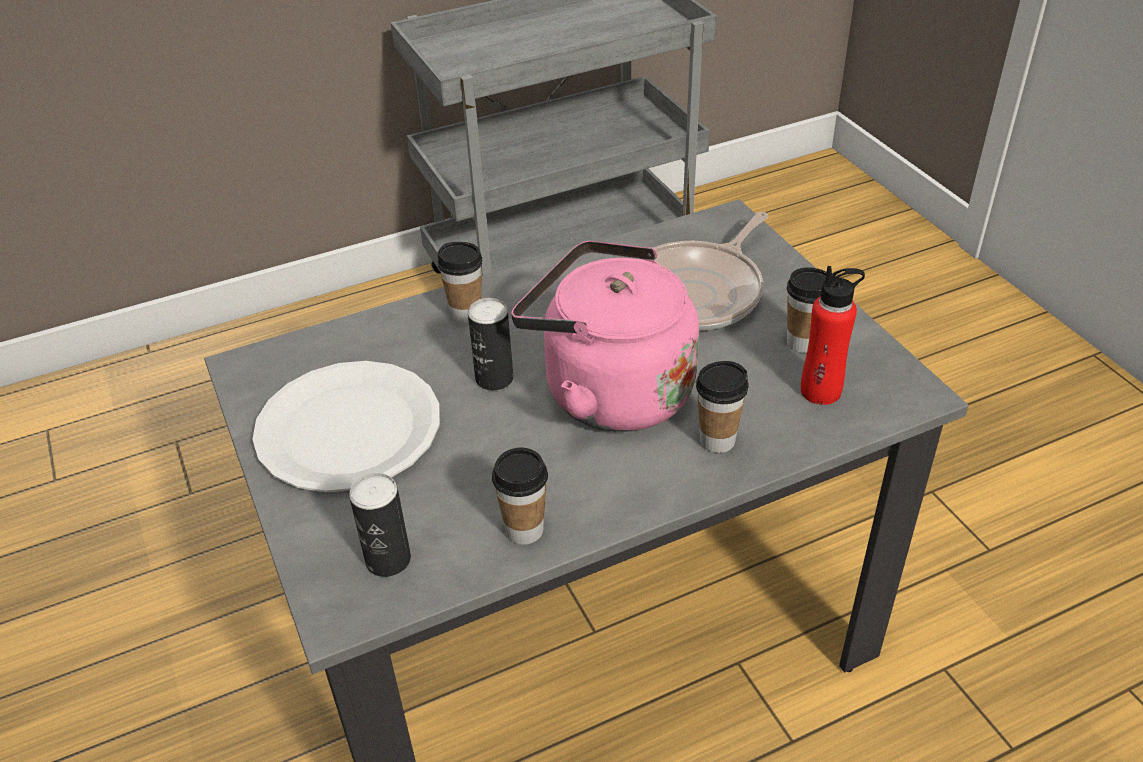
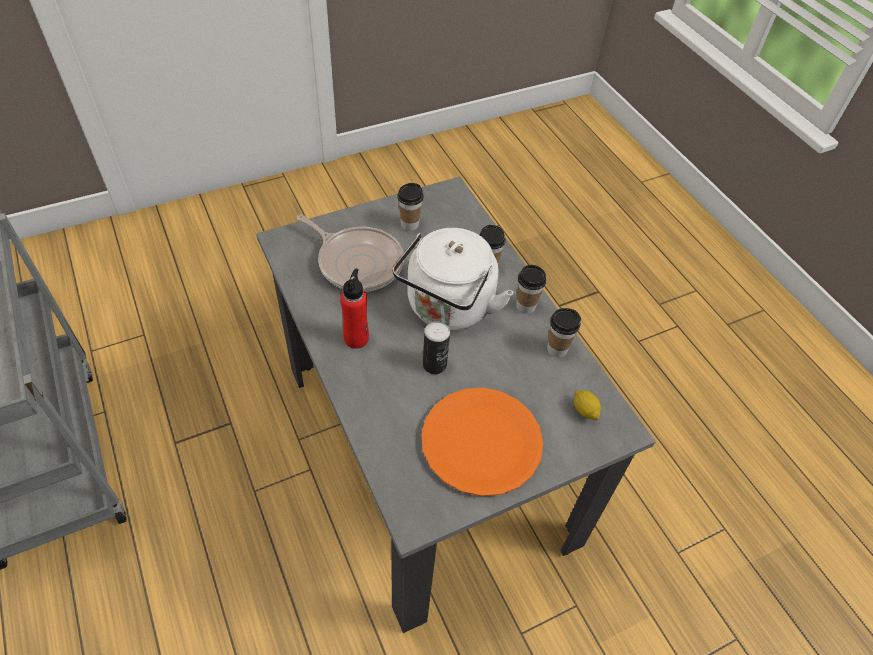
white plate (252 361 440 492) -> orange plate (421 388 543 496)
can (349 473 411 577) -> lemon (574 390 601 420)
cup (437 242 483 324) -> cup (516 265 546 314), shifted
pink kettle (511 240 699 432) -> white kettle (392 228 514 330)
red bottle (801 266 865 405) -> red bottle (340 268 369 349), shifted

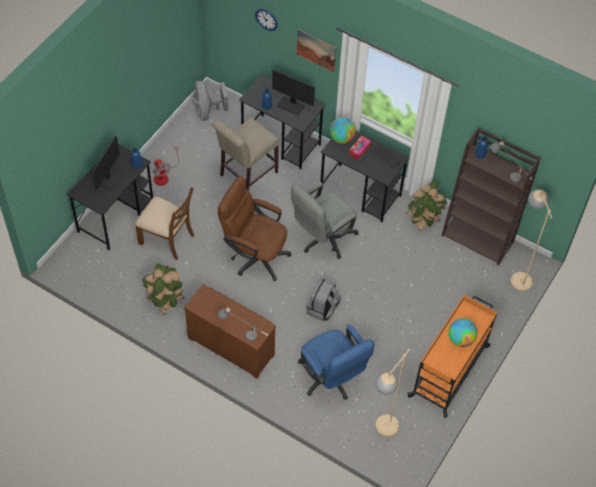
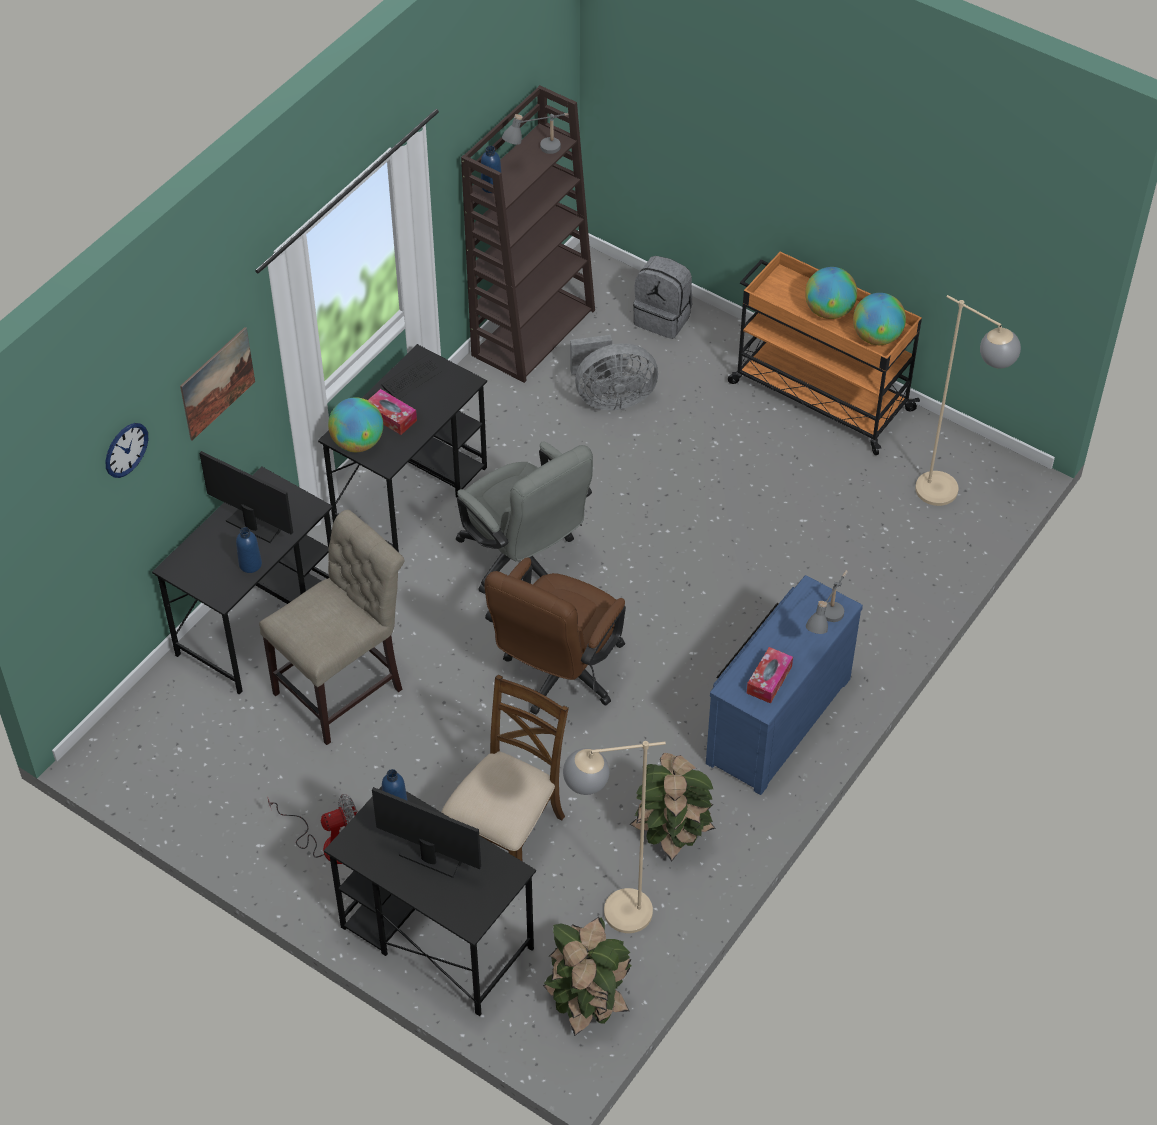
brown dresser (184 284 276 379) -> blue dresser (706 575 863 795)
grey fan (193 81 228 121) -> grey fan (570 335 658 410), shifted
beige chair (212 117 280 191) -> beige chair (259 510 404 745), 90 degrees counterclockwise
monitor (272 69 315 116) -> monitor (199 451 293 543), 90 degrees counterclockwise
blue office chair (298 324 374 400) -> none
grey backpack (306 278 341 321) -> grey backpack (633 256 692 339), shifted
potted plant (406 181 447 232) -> potted plant (543 917 631 1036), shifted
beige floor lamp (511 189 552 291) -> beige floor lamp (563 741 666 933), shifted
none -> tissue box (747 647 793 703)
none -> globe (853 293 906 345)

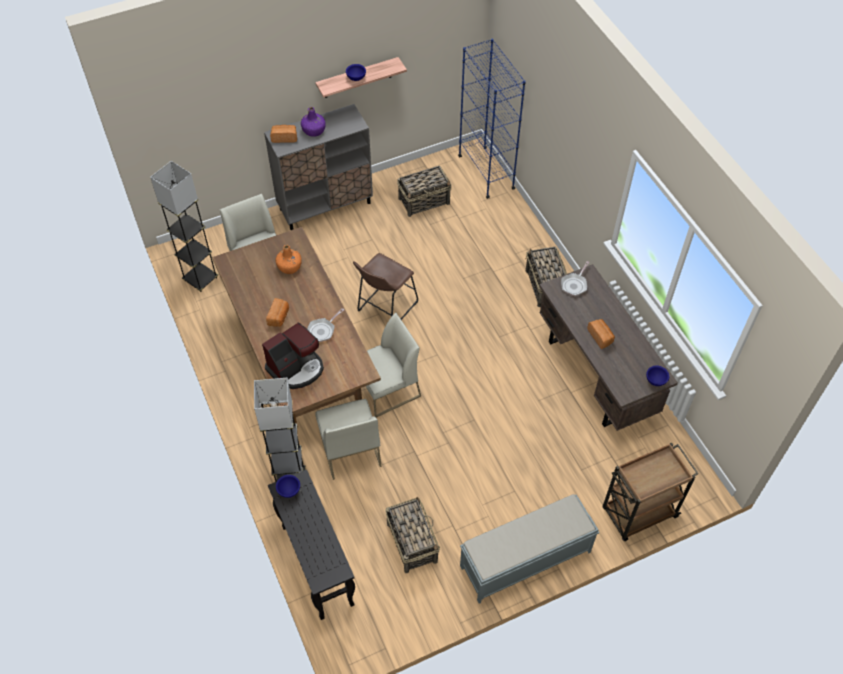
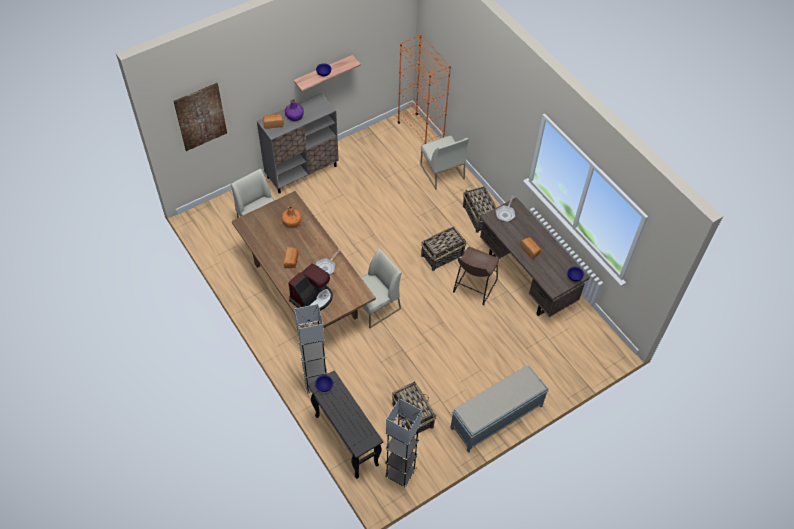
grey floor lamp (150 161 218 292) -> grey floor lamp (385 398 422 487), shifted
white chair (315 399 381 480) -> white chair (420 135 469 190), shifted
brown stool (353 253 418 320) -> brown stool (453 247 500 306), shifted
basket (397 166 451 217) -> basket (421 226 466 271), shifted
blue bookcase (458 38 526 199) -> orange bookcase (398 34 451 144)
brown cart (603 443 699 541) -> none
none -> picture (173 83 227 151)

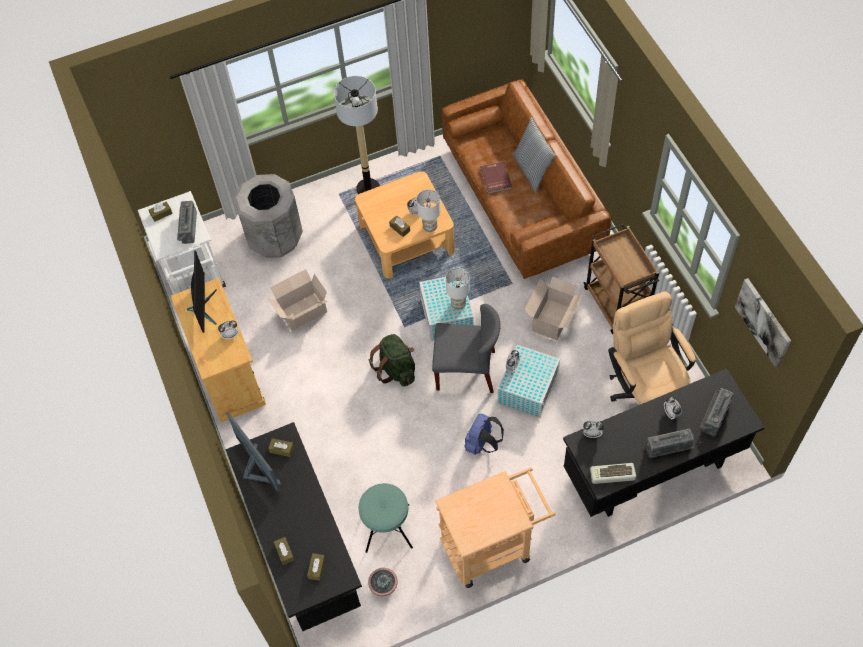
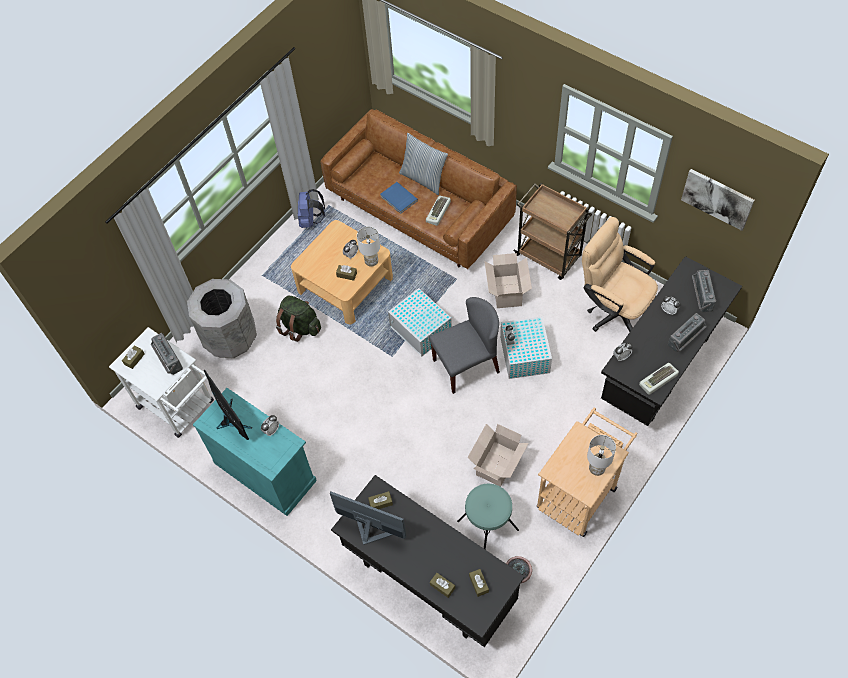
beige cabinet (171 278 266 423) -> turquoise cabinet (193 388 317 516)
cardboard box (269 269 328 331) -> cardboard box (467 424 528 487), shifted
floor lamp (334 76 380 194) -> none
green backpack (369 334 415 387) -> green backpack (276 295 321 342), shifted
white table lamp (446 268 470 310) -> white table lamp (587 435 616 476), shifted
blue backpack (464 414 504 455) -> blue backpack (298 189 325 228), shifted
red book (480 161 513 194) -> blue book (380 182 418 214)
none -> keyboard (426 196 451 226)

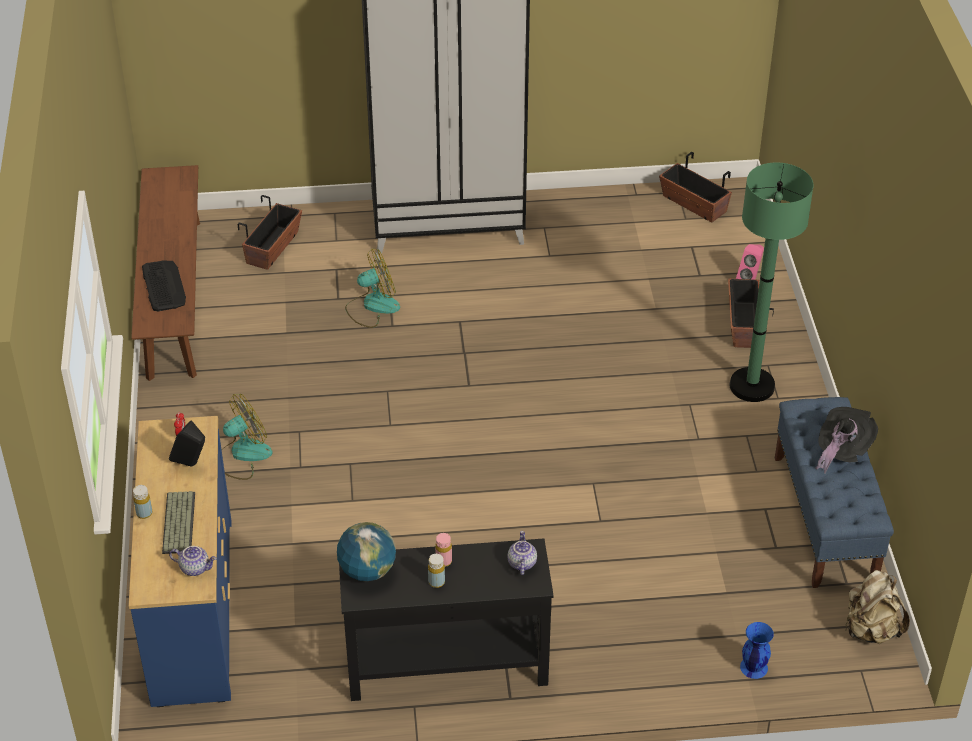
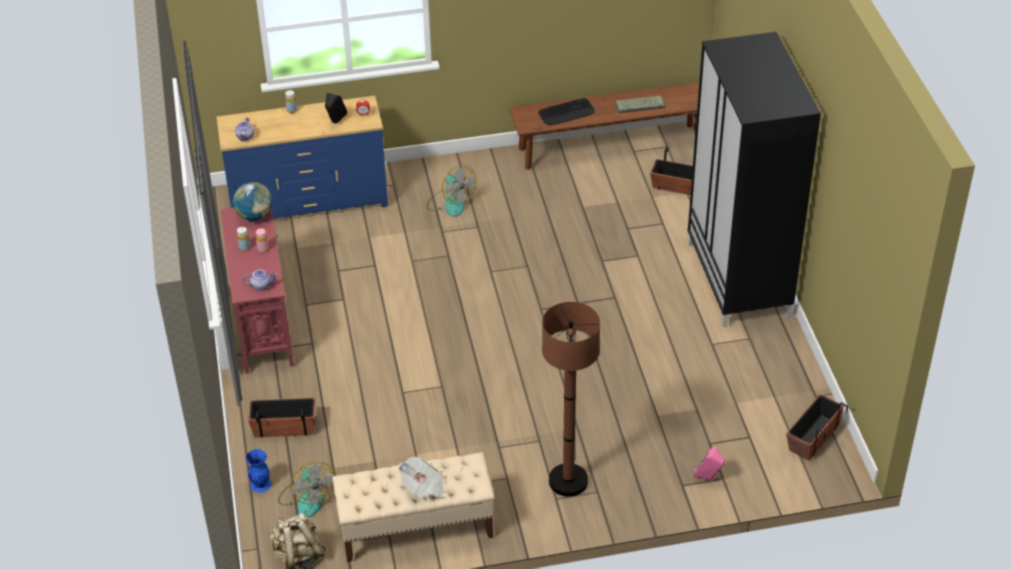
keyboard (162 491 195 554) -> keyboard (615 96 666 113), shifted
black console table (339 538 554 701) -> red console table (221 207 294 374)
fan (345 249 400 328) -> fan (278 462 336 518), shifted
planter (728 279 774 348) -> planter (248 398 316 437), shifted
green floor lamp (730 162 814 402) -> brown floor lamp (542 302 600 497)
blue bench (775 397 894 588) -> beige bench (332 452 495 562)
black hat (815 407 878 474) -> newspaper (398 457 445 498)

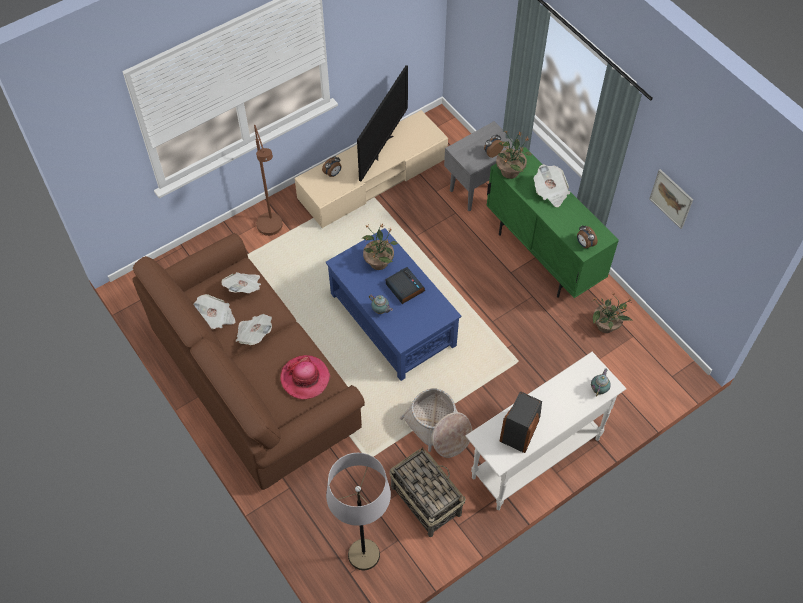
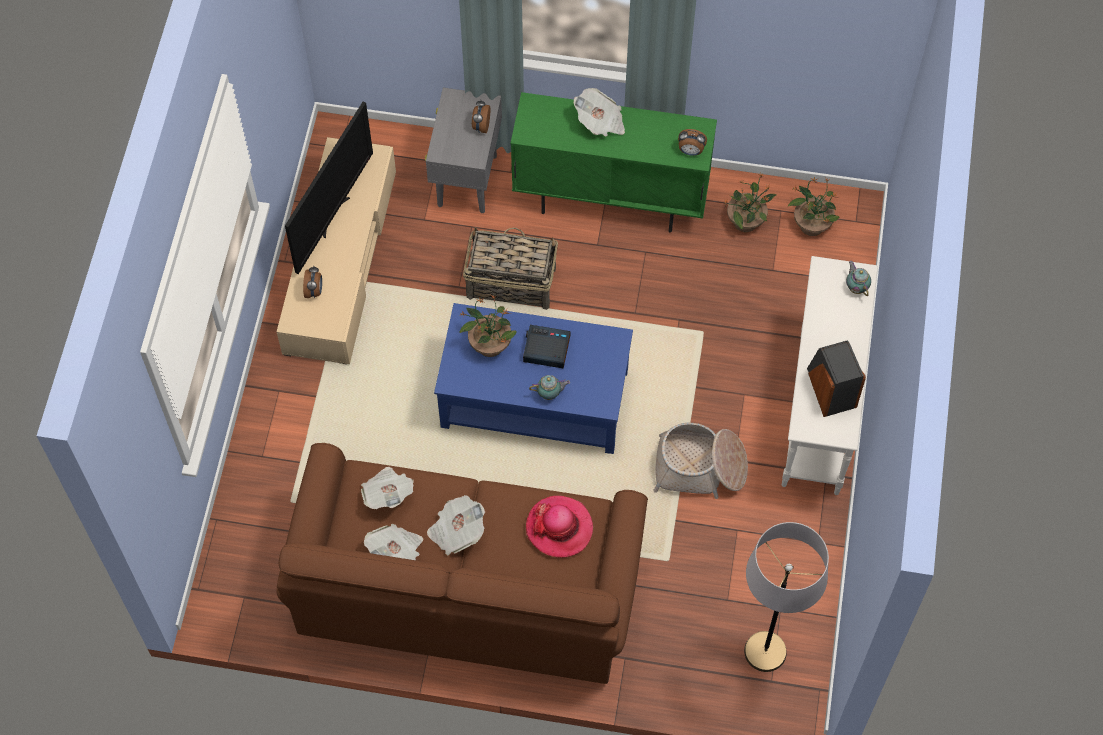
brown floor lamp (254 125 283 236) -> none
television (357 65 408 181) -> television (285 102 373 274), 45 degrees clockwise
basket (389 447 466 537) -> basket (463 227 558 310), shifted
potted plant (496 130 532 179) -> potted plant (788 177 840 236), shifted
picture (649 169 693 229) -> none

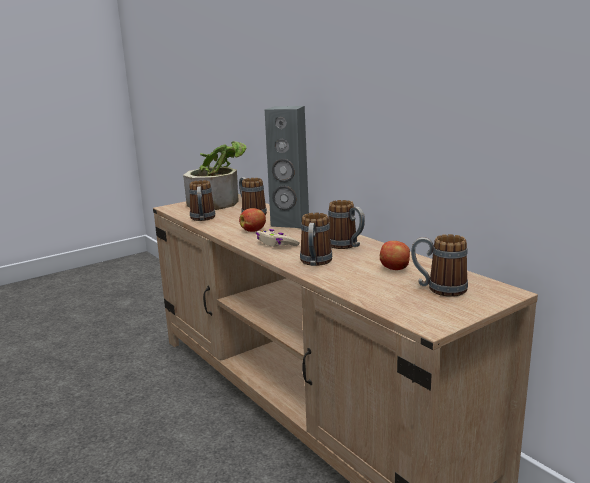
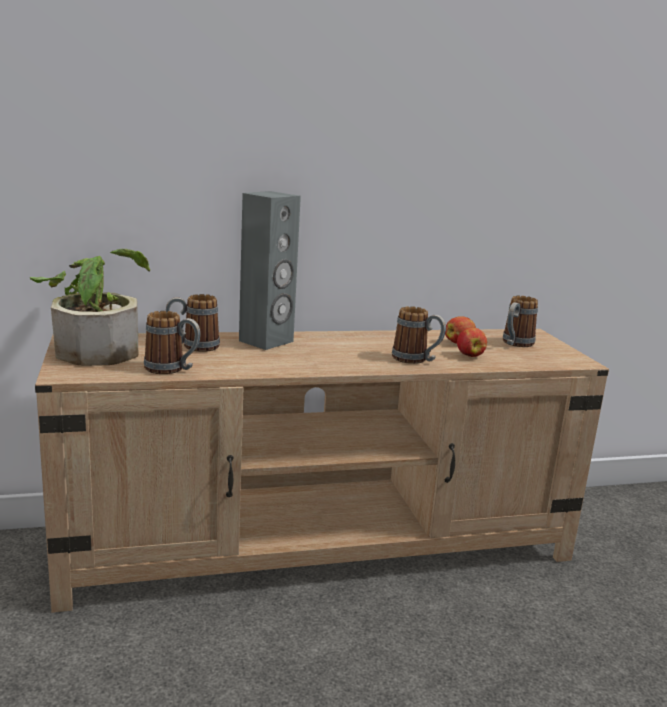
apple (239 208 266 232) -> apple (457 327 487 357), shifted
beige game controller (256 229 300 247) -> none
mug (328 200 365 249) -> none

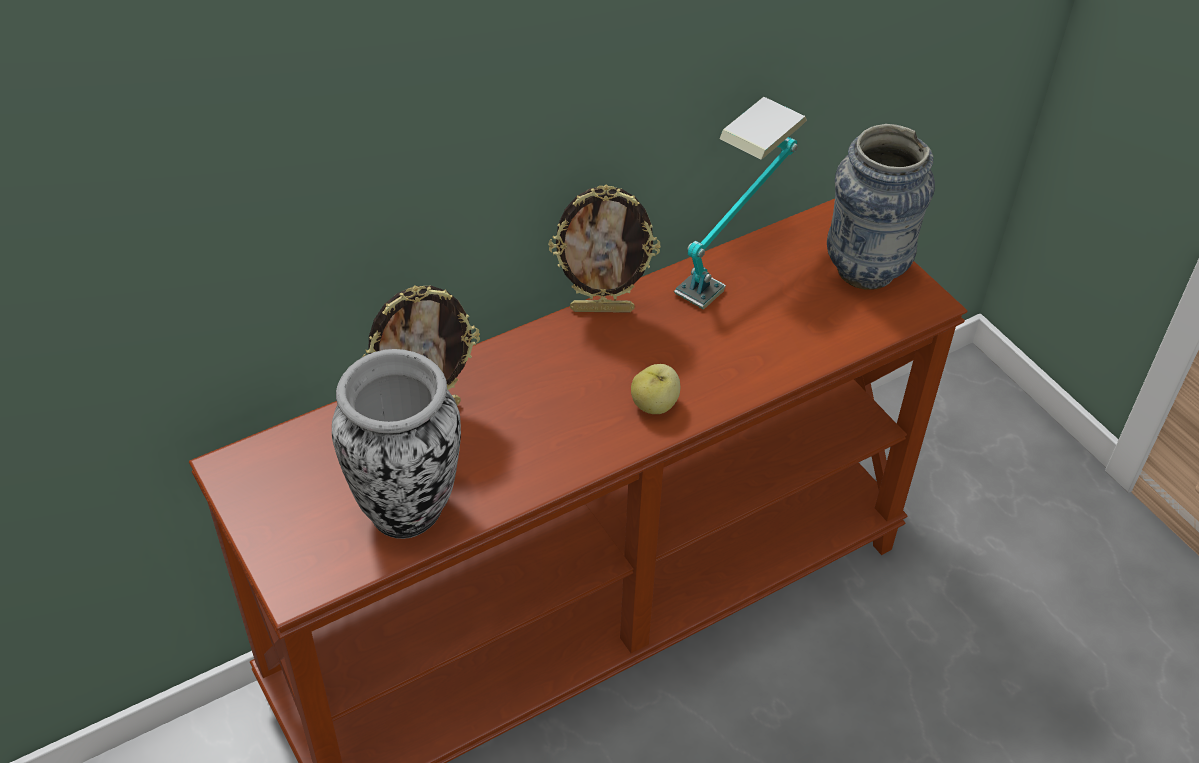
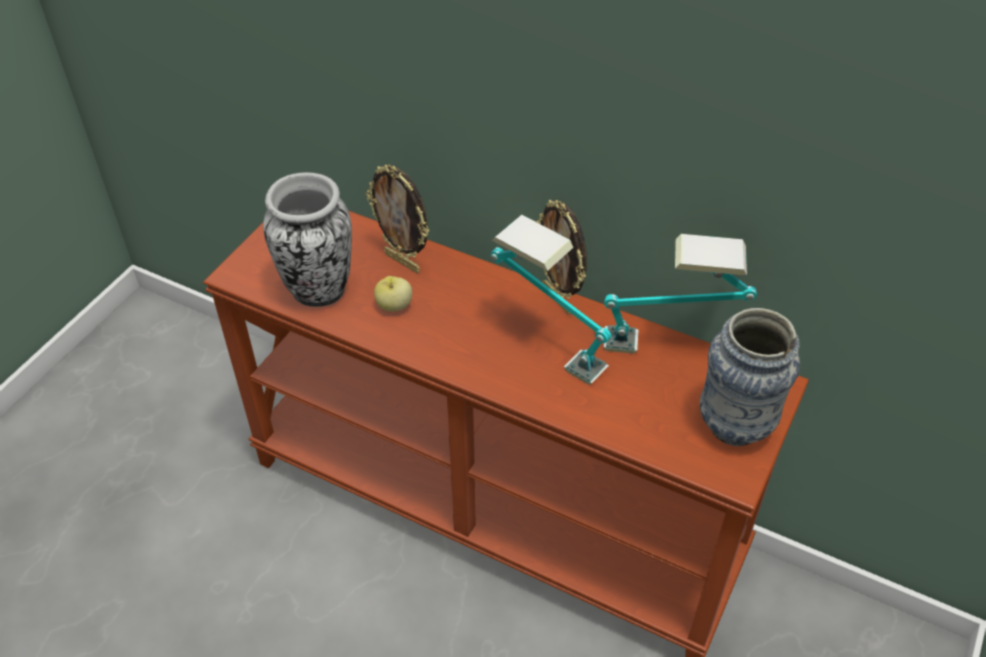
apple (631 364 680 414) -> apple (374 276 412 312), shifted
none -> table lamp (490 215 611 385)

